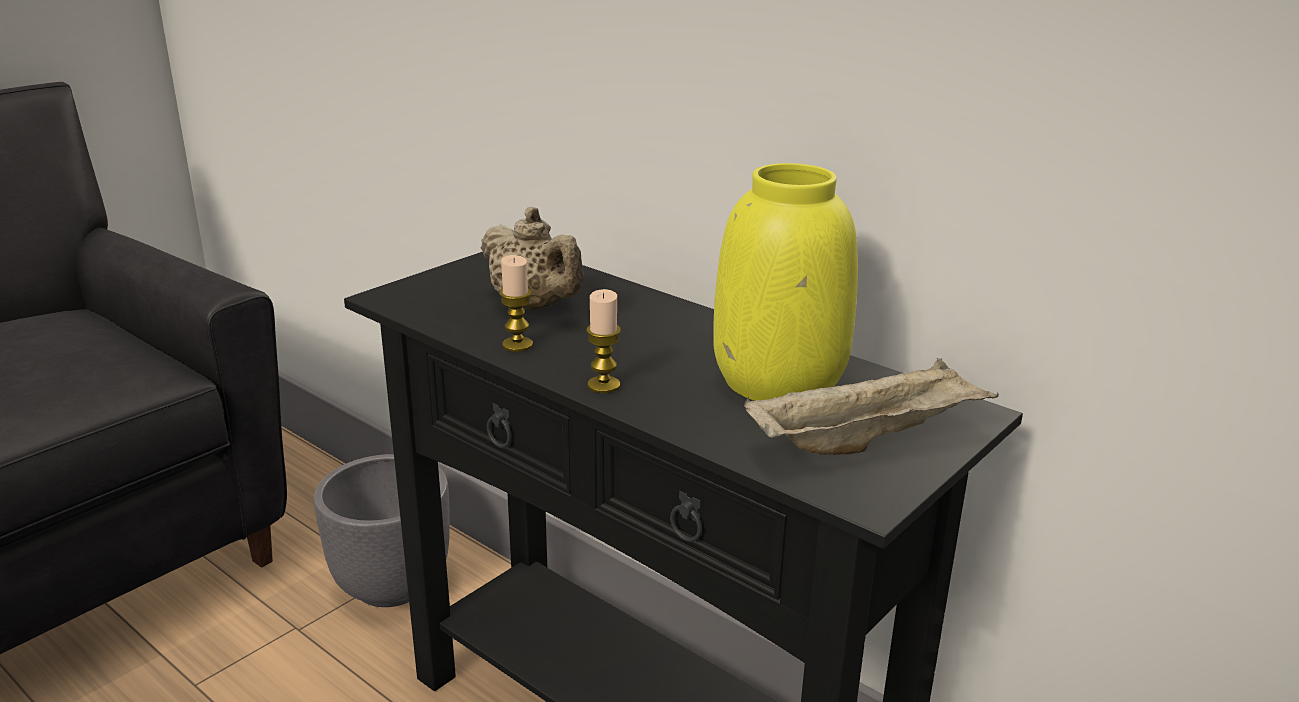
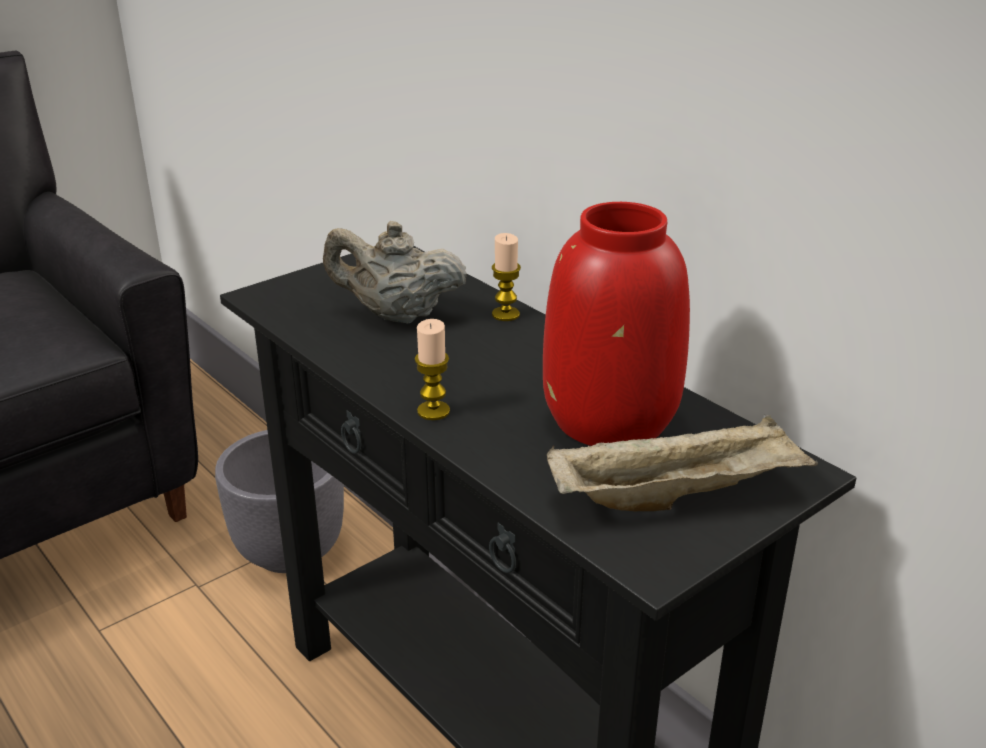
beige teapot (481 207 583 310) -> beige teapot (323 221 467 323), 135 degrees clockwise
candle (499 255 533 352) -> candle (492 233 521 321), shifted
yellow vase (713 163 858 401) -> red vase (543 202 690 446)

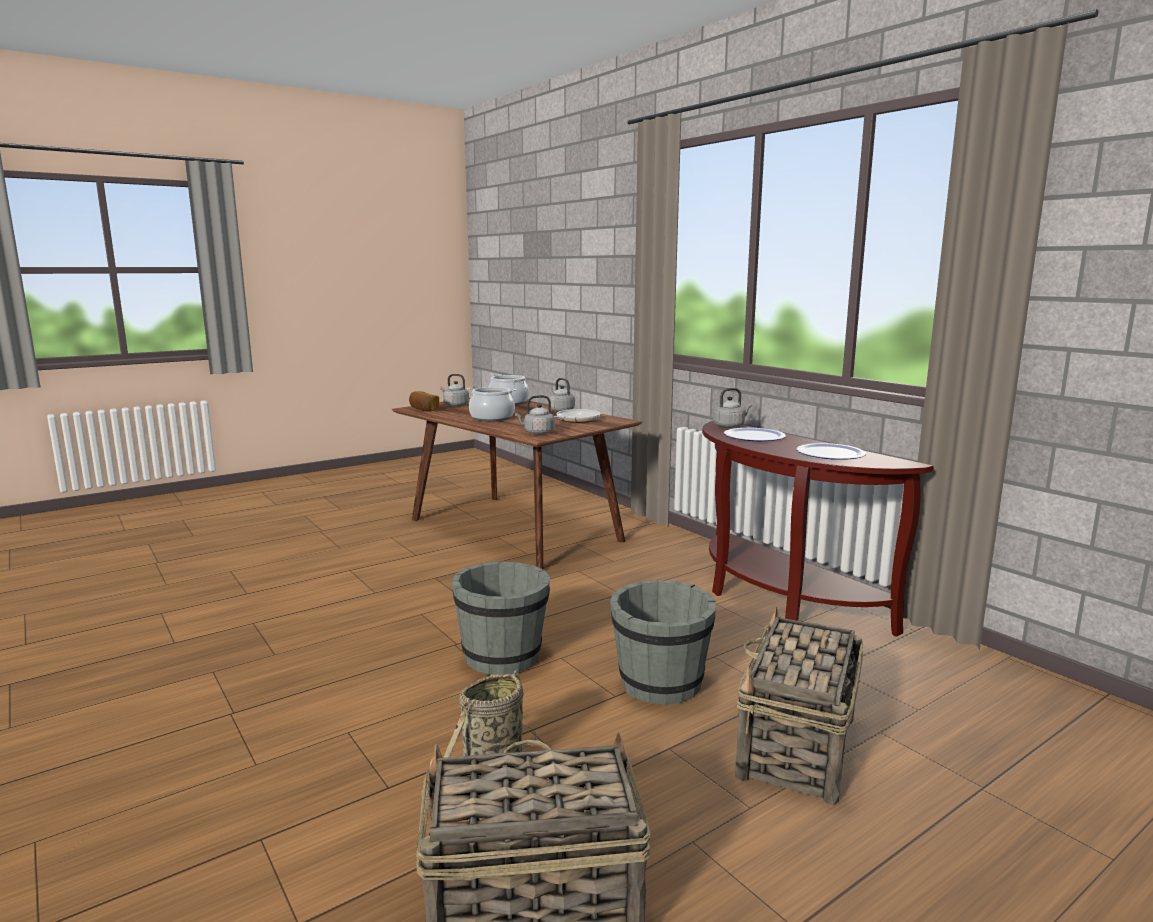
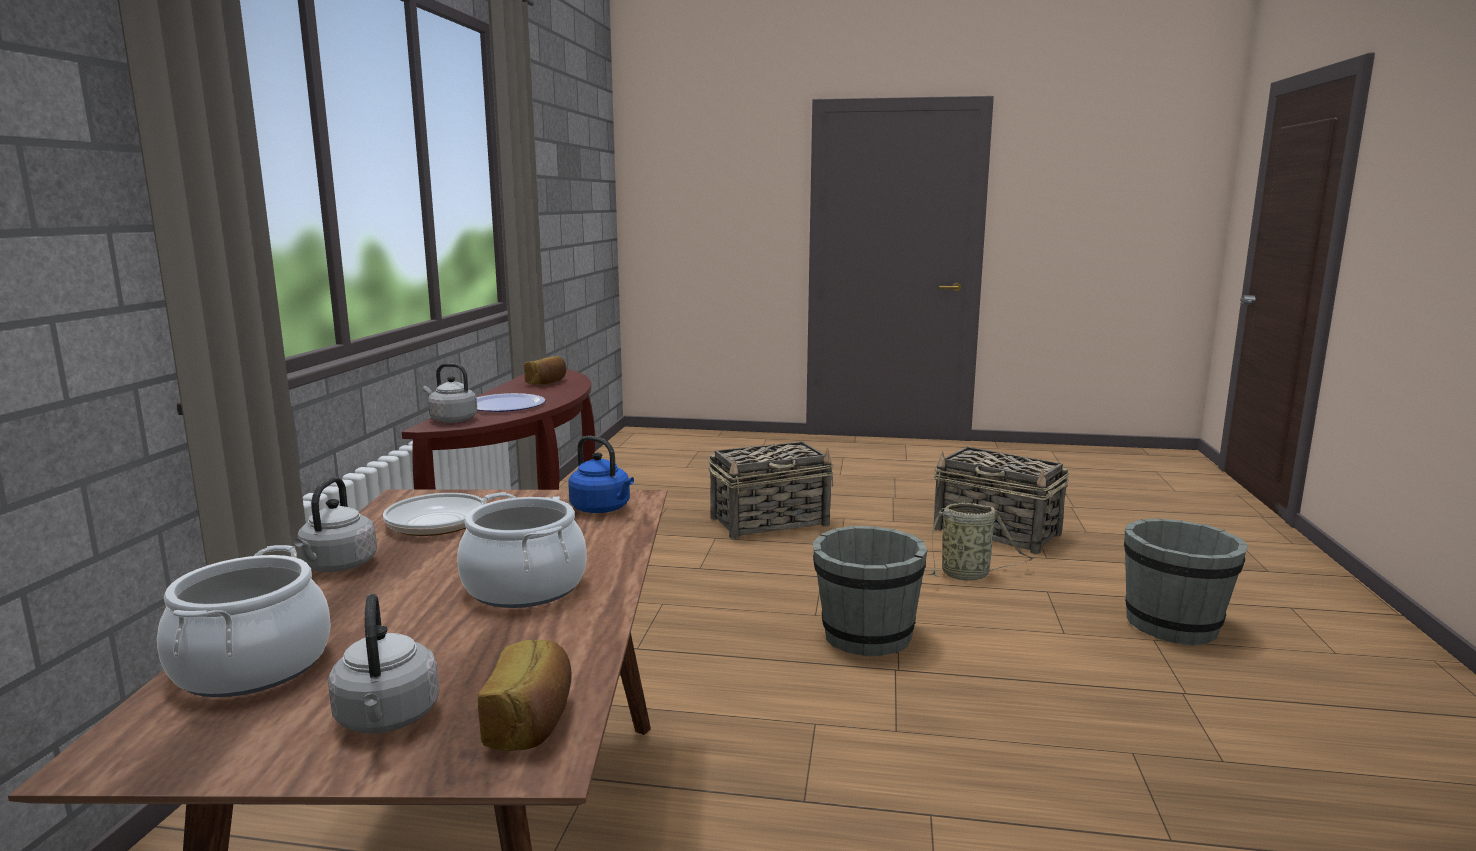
grey kettle (515 395 555 435) -> blue kettle (568 436 634 513)
grey bucket (610 580 716 705) -> grey bucket (1124 519 1248 646), shifted
plate (796 443 866 460) -> bread (524 356 566 385)

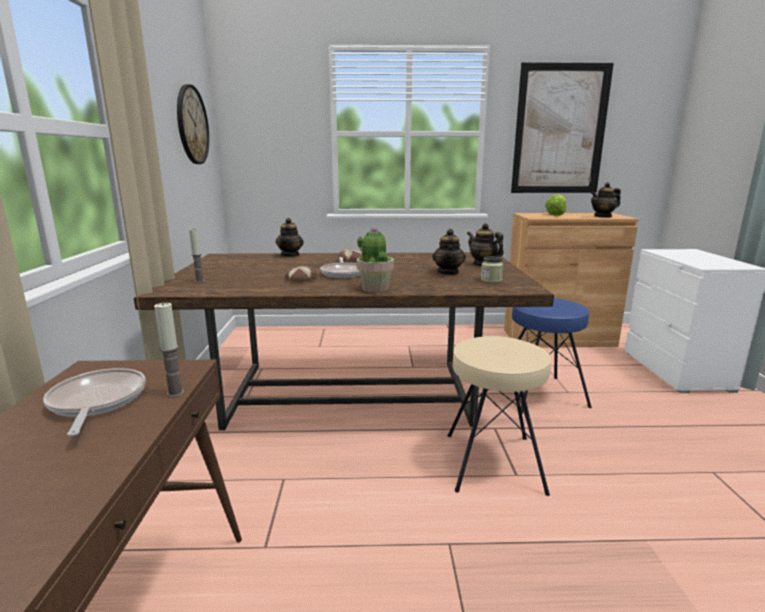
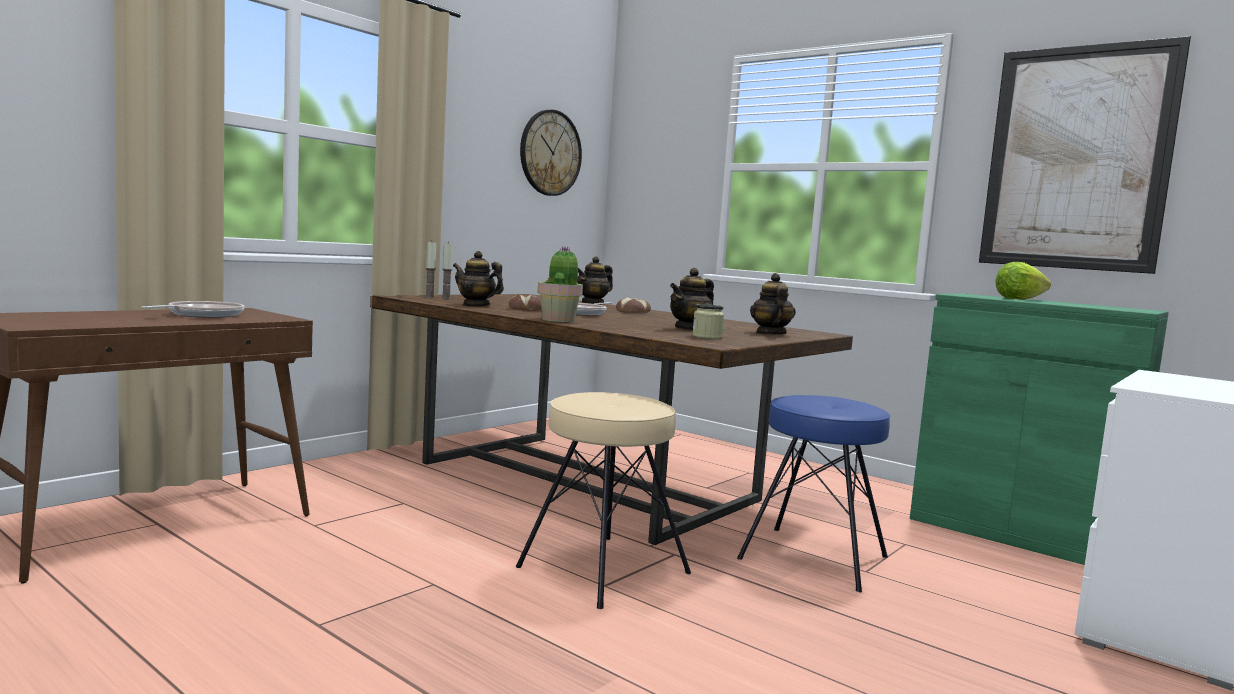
candle (154 302 184 398) -> candle (425 242 436 298), shifted
brown cabinet (504 213 639 348) -> green cabinet (910 294 1169 565)
teapot (591 182 621 218) -> teapot (453 251 504 307), shifted

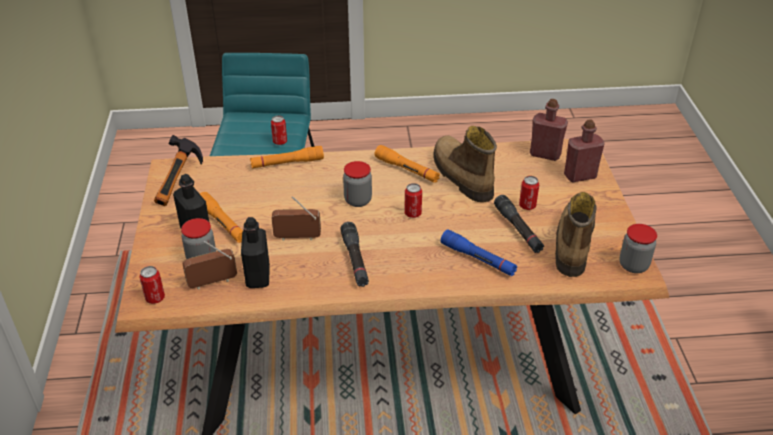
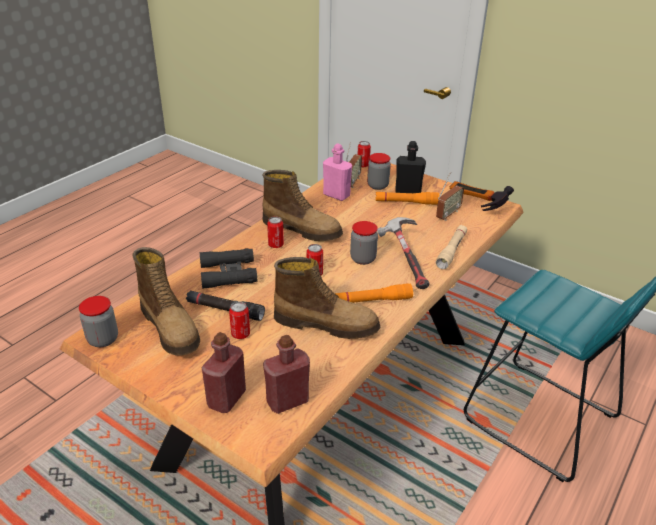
black bottle (241 217 270 288) -> pink bottle (323 143 352 201)
orange flashlight (250 146 324 168) -> beige flashlight (436 225 467 270)
can (271 115 287 145) -> can (267 216 284 248), shifted
radio (272 196 321 241) -> radio (436 172 464 221), shifted
black flashlight (341 222 369 287) -> boot (262 170 343 241)
blue flashlight (440 229 517 276) -> black binoculars (200 248 257 288)
none -> hammer (377 217 429 289)

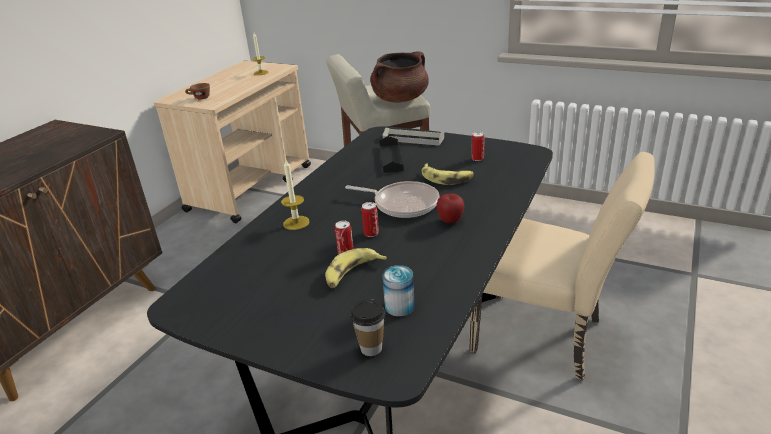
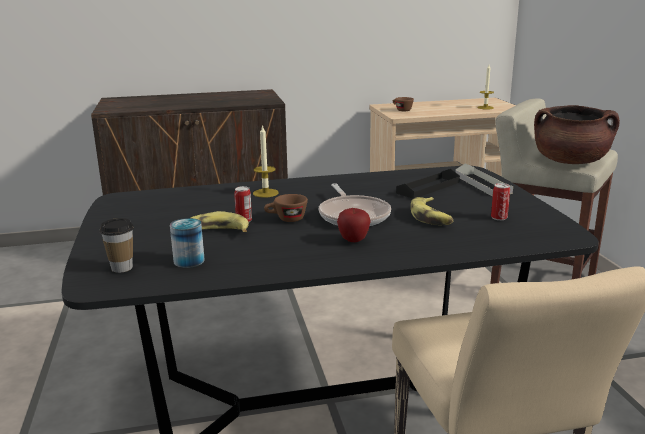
can (362 202 379 237) -> brown cup (264 194 308 222)

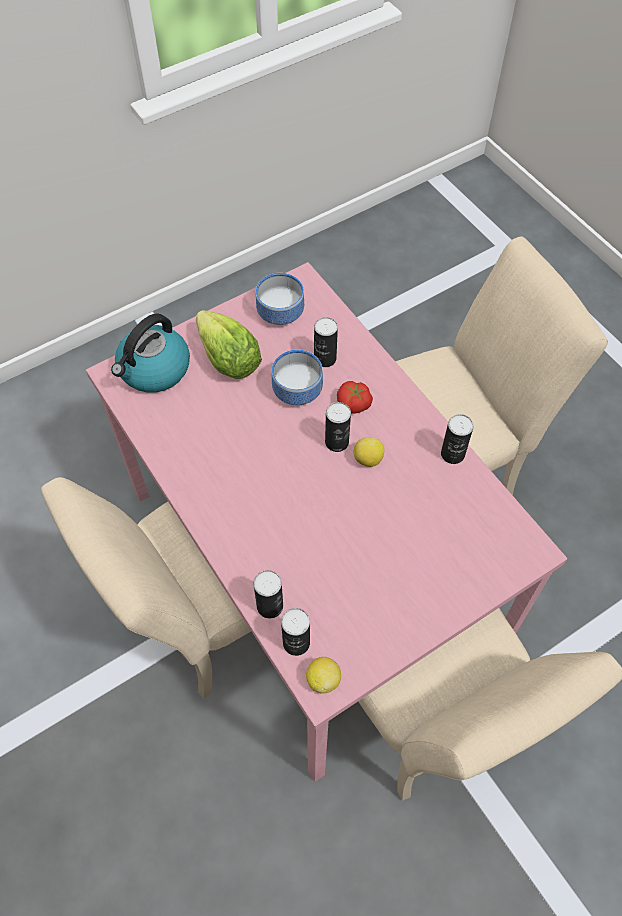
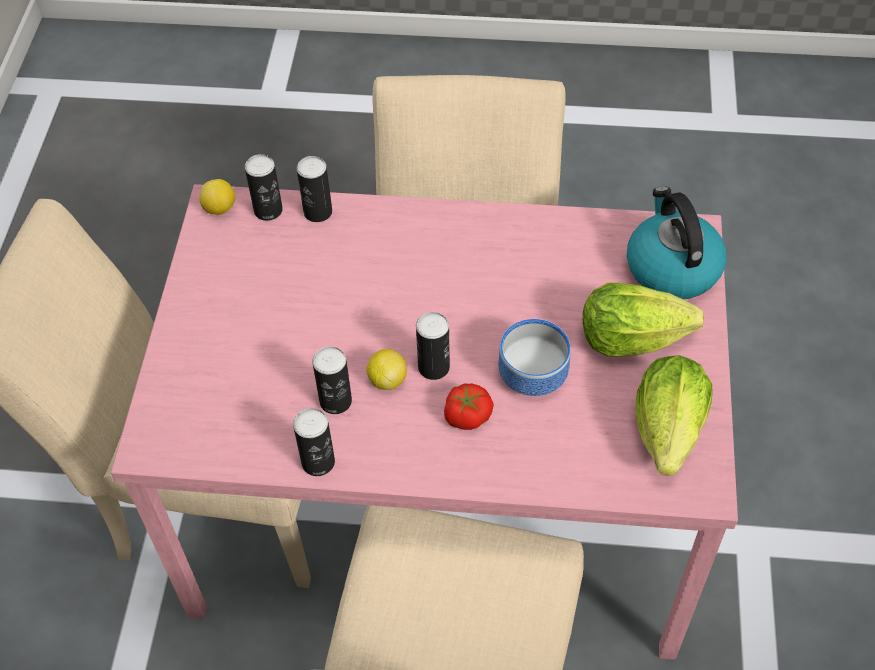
bowl (256 273 304 325) -> lettuce (636 355 713 476)
can (314 317 338 367) -> can (312 346 352 414), shifted

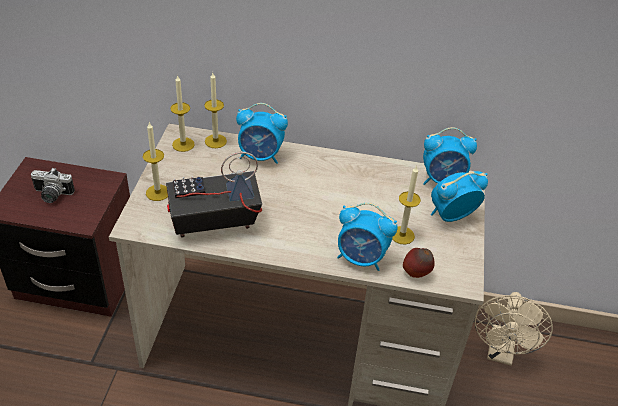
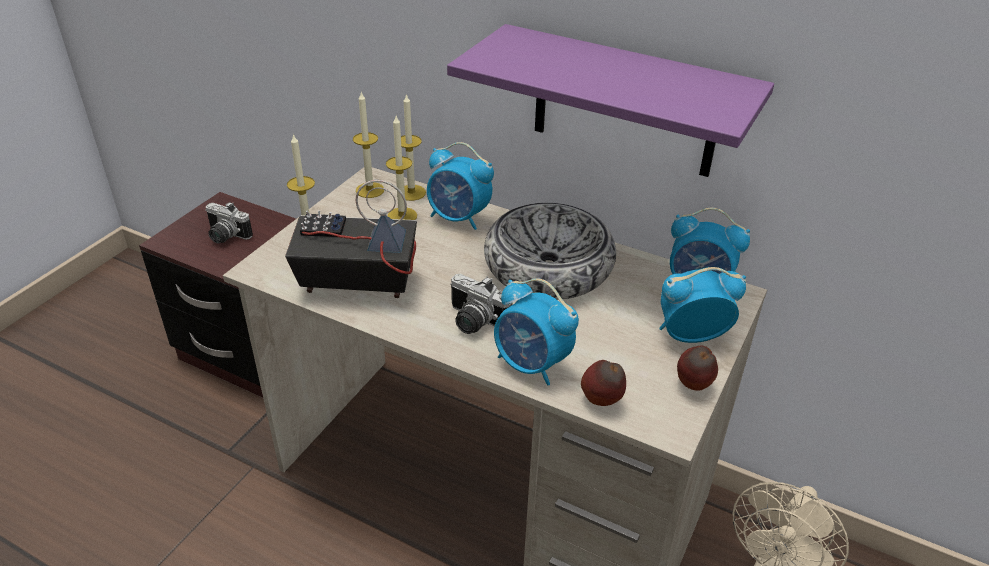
candle (392 165 421 244) -> candle (386 116 417 220), shifted
none -> purple shelf (447 24 774 177)
none -> photo camera (450 274 512 334)
none -> bowl (484 203 616 300)
none -> apple (677 345 718 391)

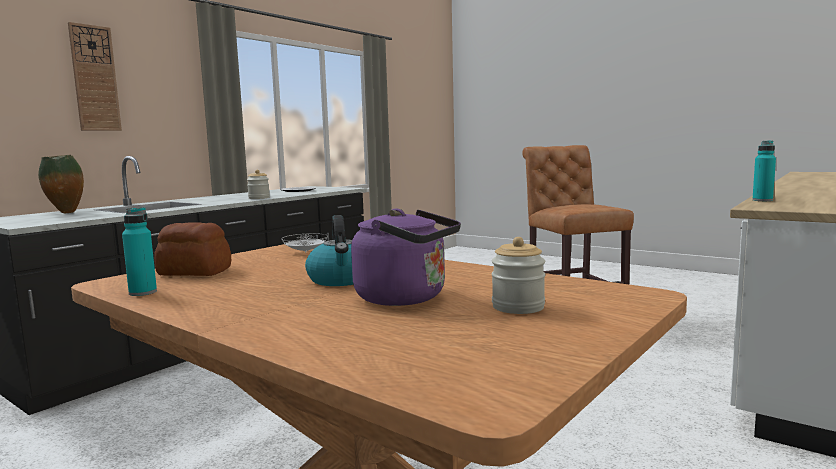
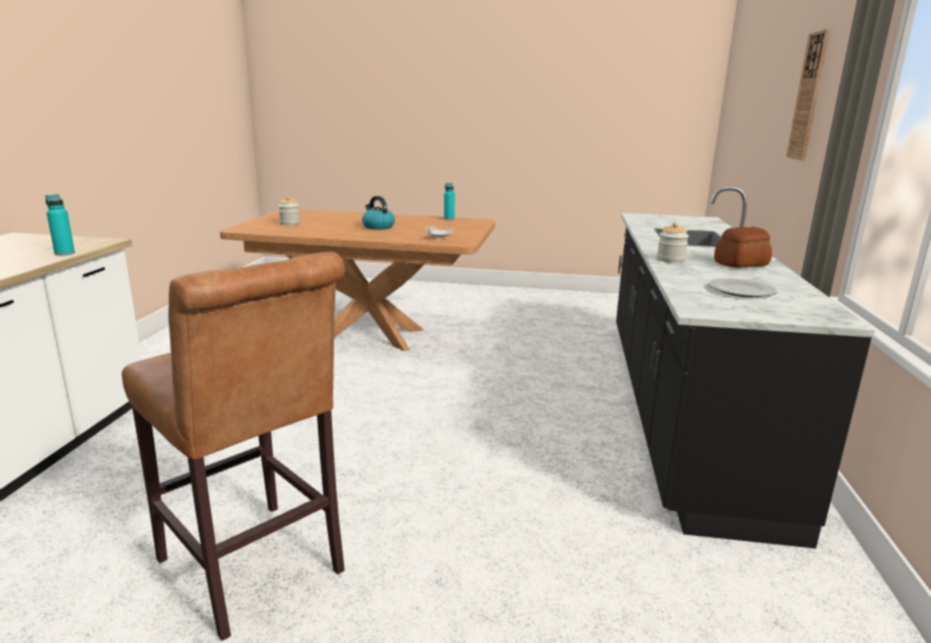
vase (38 155 84 213) -> none
bread (154 222 231 276) -> bread (714 227 772 268), shifted
purple kettle (351 209 461 306) -> none

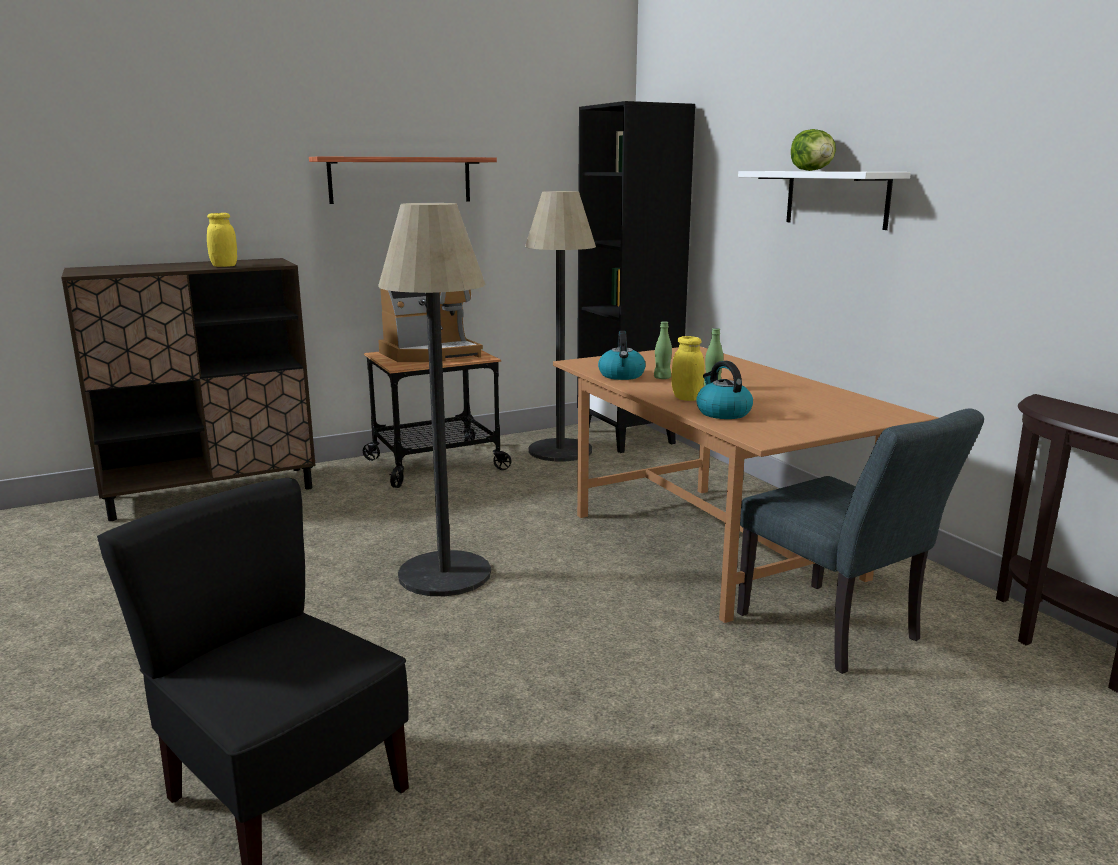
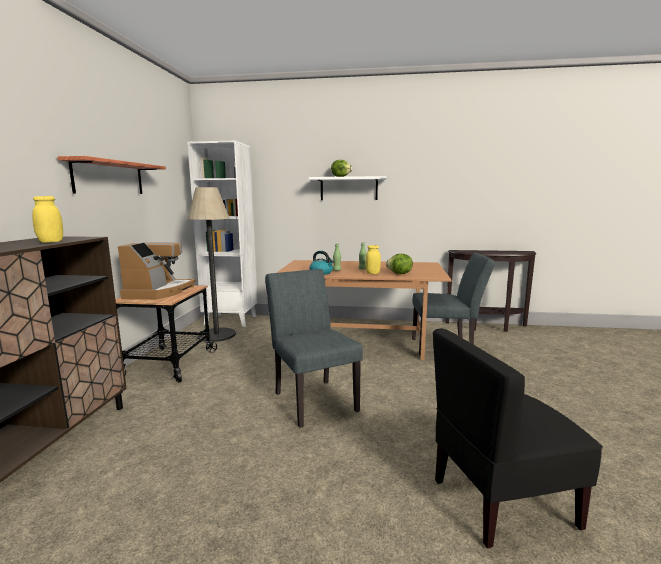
floor lamp (378 203 491 596) -> grey chair (265 269 363 428)
black bookcase (577 101 695 453) -> white bookcase (187 141 258 327)
kettle (696 361 753 419) -> lettuce (386 254 413 274)

